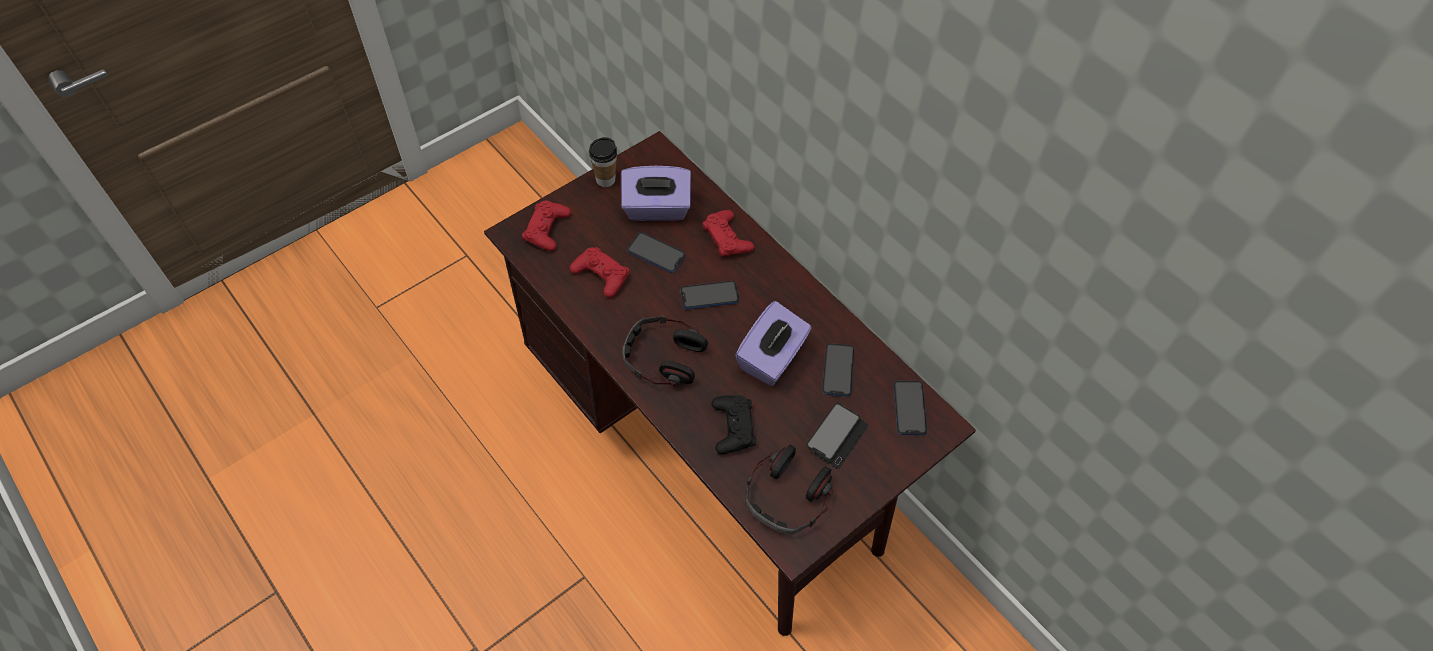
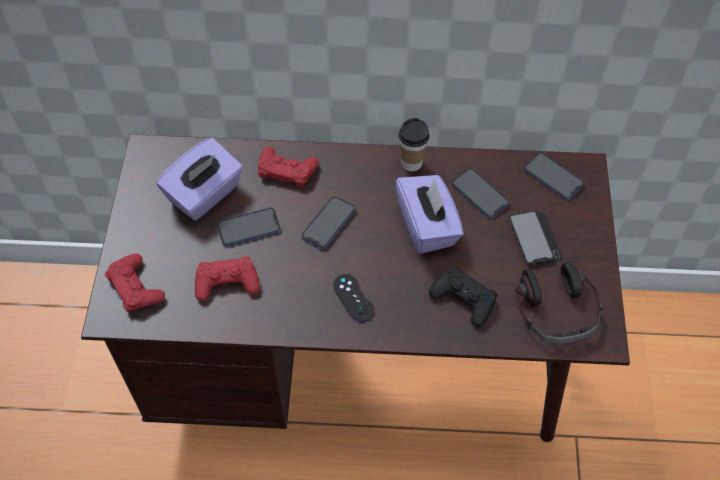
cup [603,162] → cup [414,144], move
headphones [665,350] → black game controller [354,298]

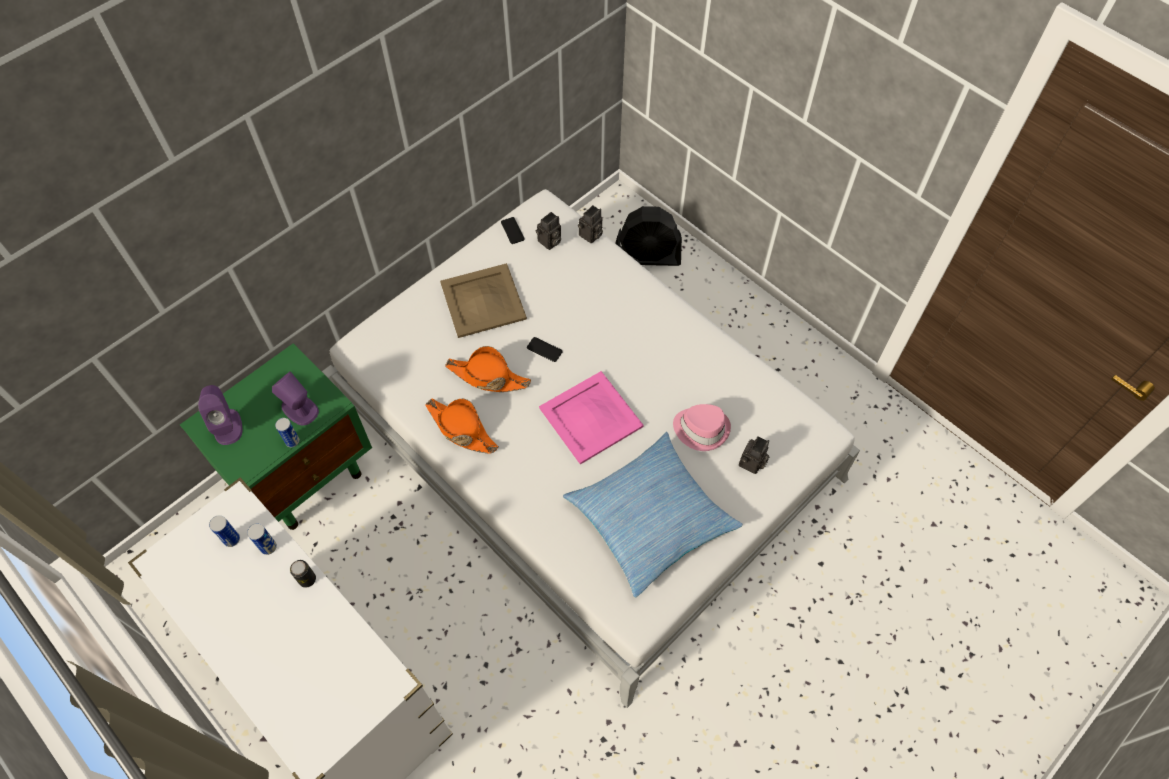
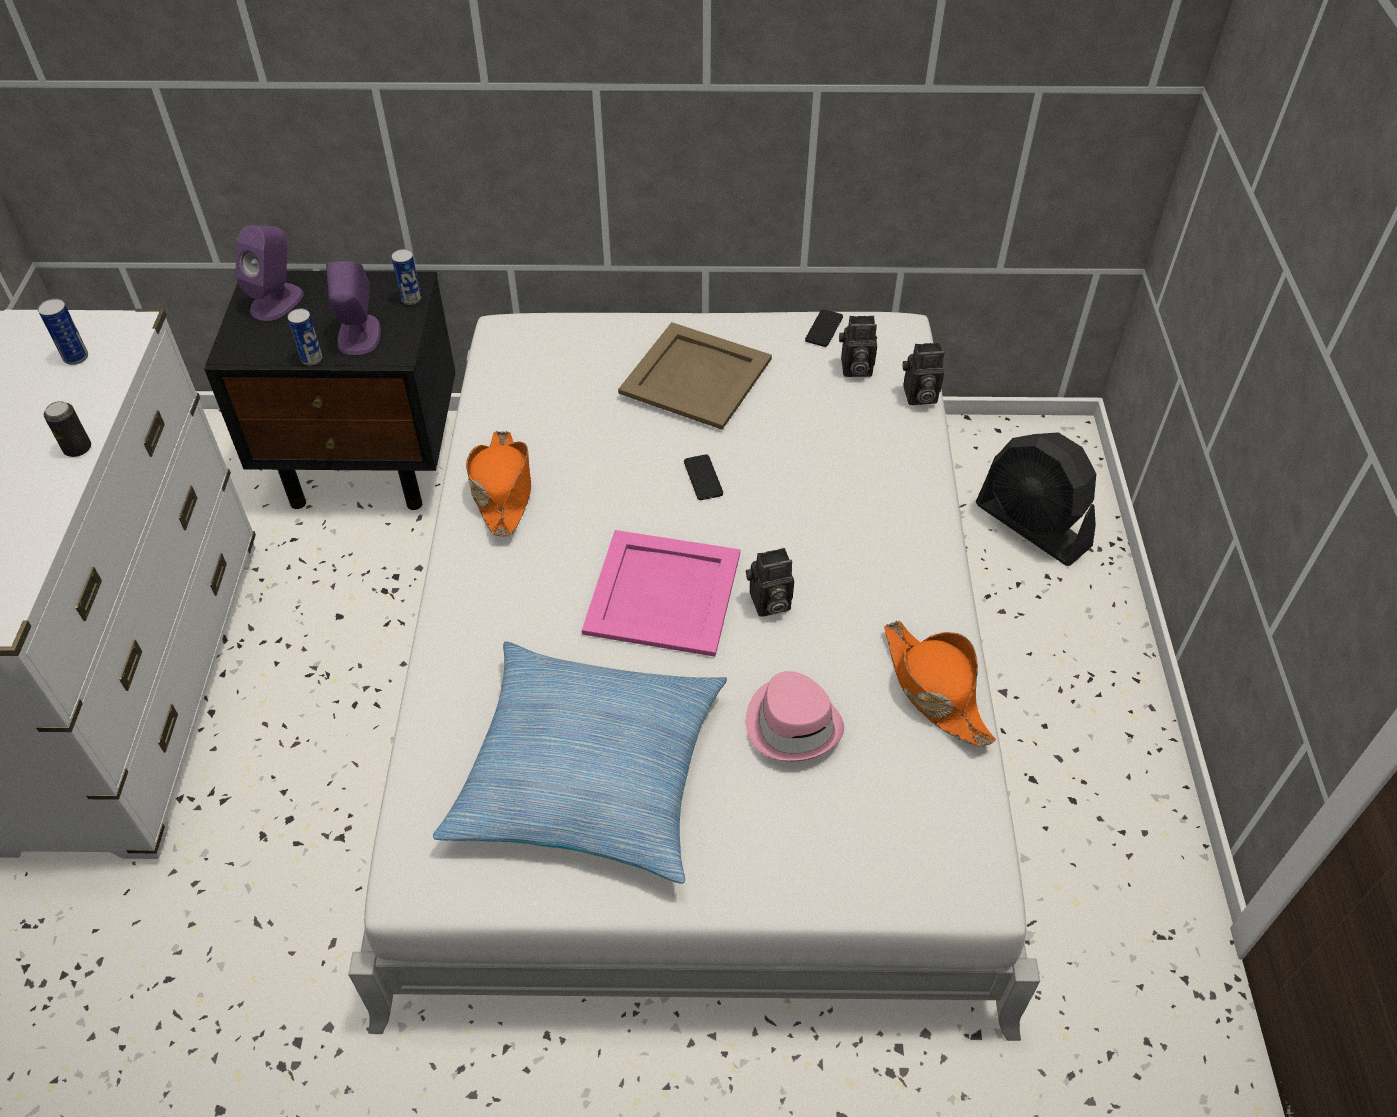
green nightstand [276,436] → black nightstand [330,390]
can [262,539] → can [406,277], move
orange hat [488,369] → orange hat [940,684], move
photo camera [754,455] → photo camera [770,582], move

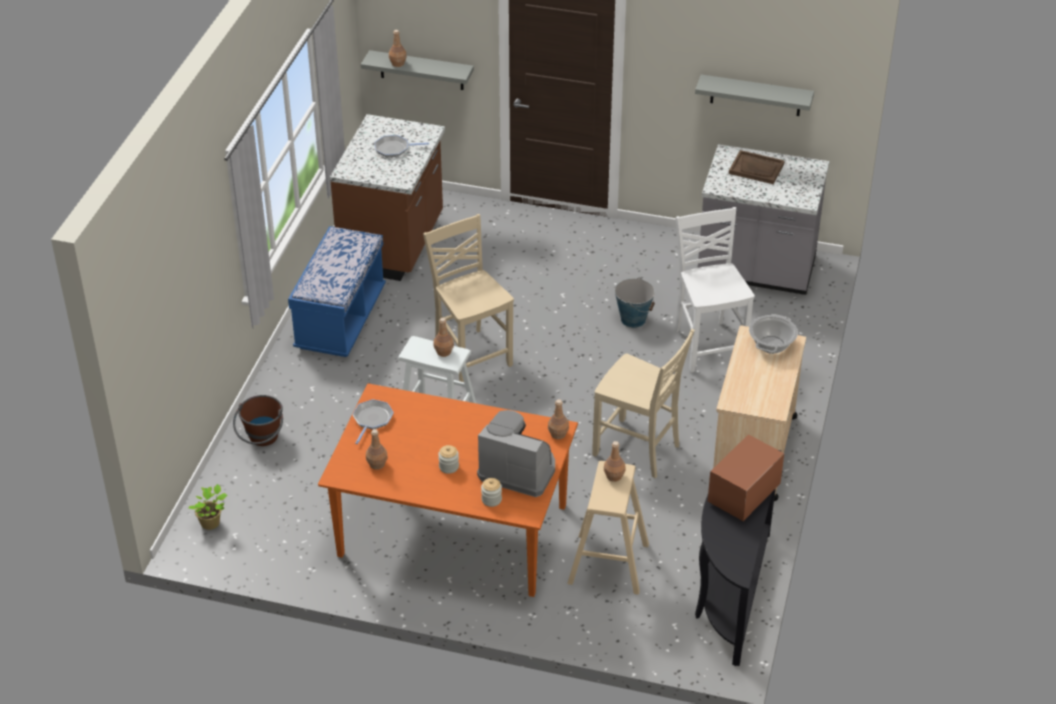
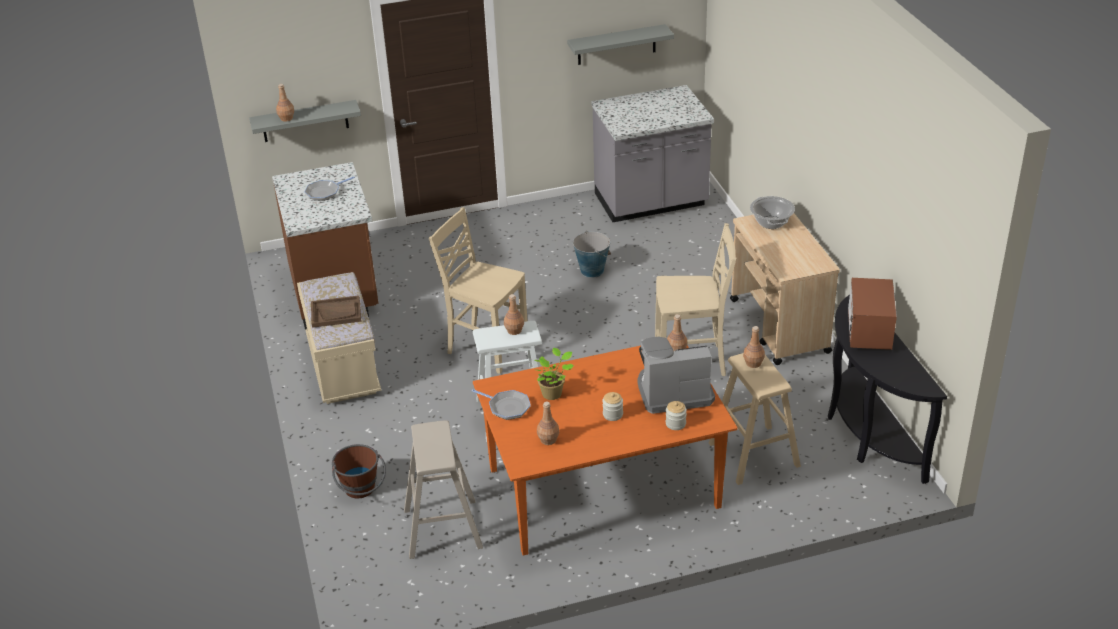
potted plant [207,507] → potted plant [554,374], move
blue bench [337,291] → beige bench [339,338]
frying pan [373,421] → frying pan [501,404], 135 degrees clockwise
white chair [715,290] → -
brown tray [757,167] → brown tray [336,311], move
- → beige stool [443,489]

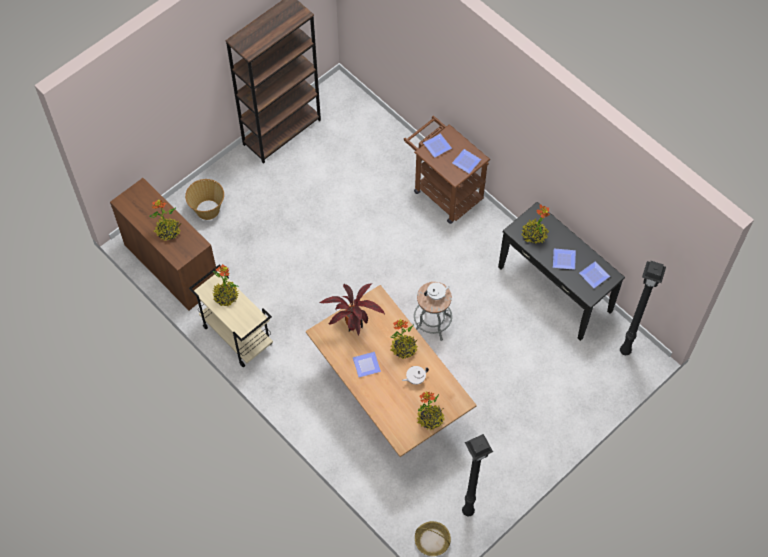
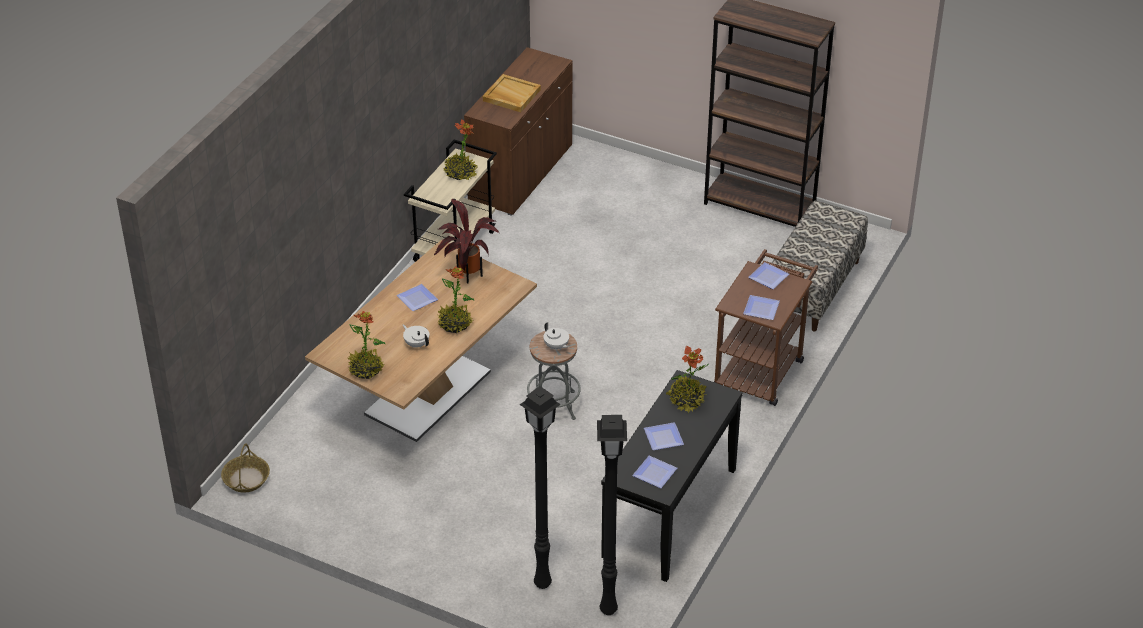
potted plant [165,220] → beige tray [512,93]
basket [204,199] → -
black floor lamp [477,475] → black floor lamp [540,487], move
- → bench [820,266]

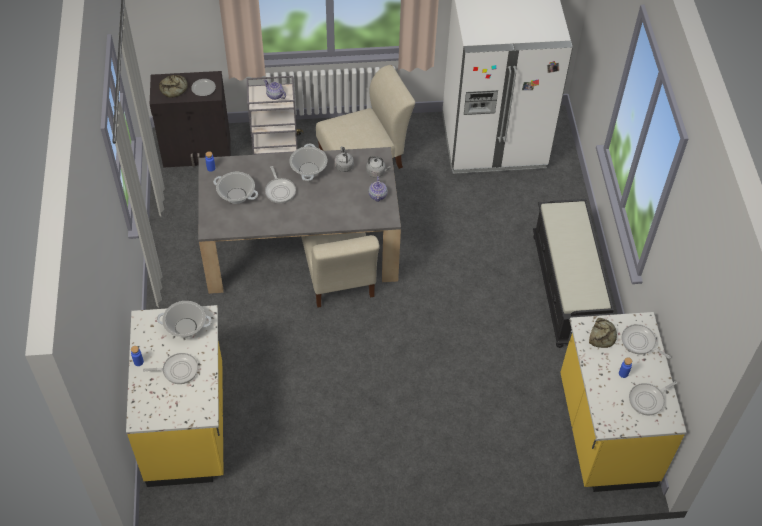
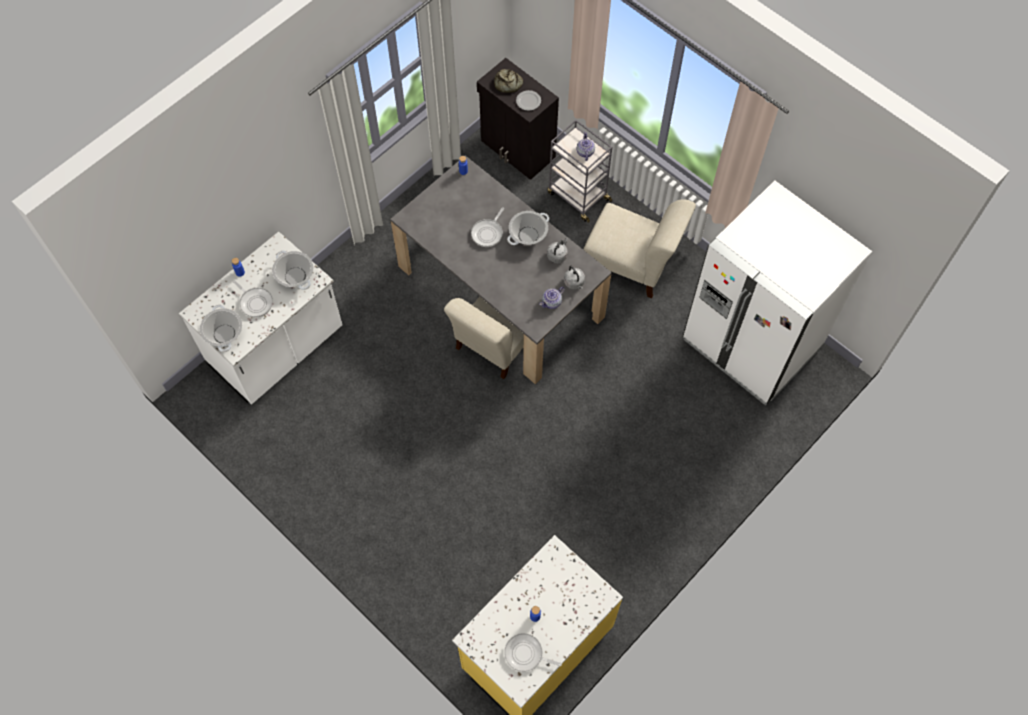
yellow counter [175,396] → white counter [260,318]
cooking pot [235,188] → cooking pot [221,328], move
black bench [573,273] → -
bread [603,333] → -
frying pan [646,341] → -

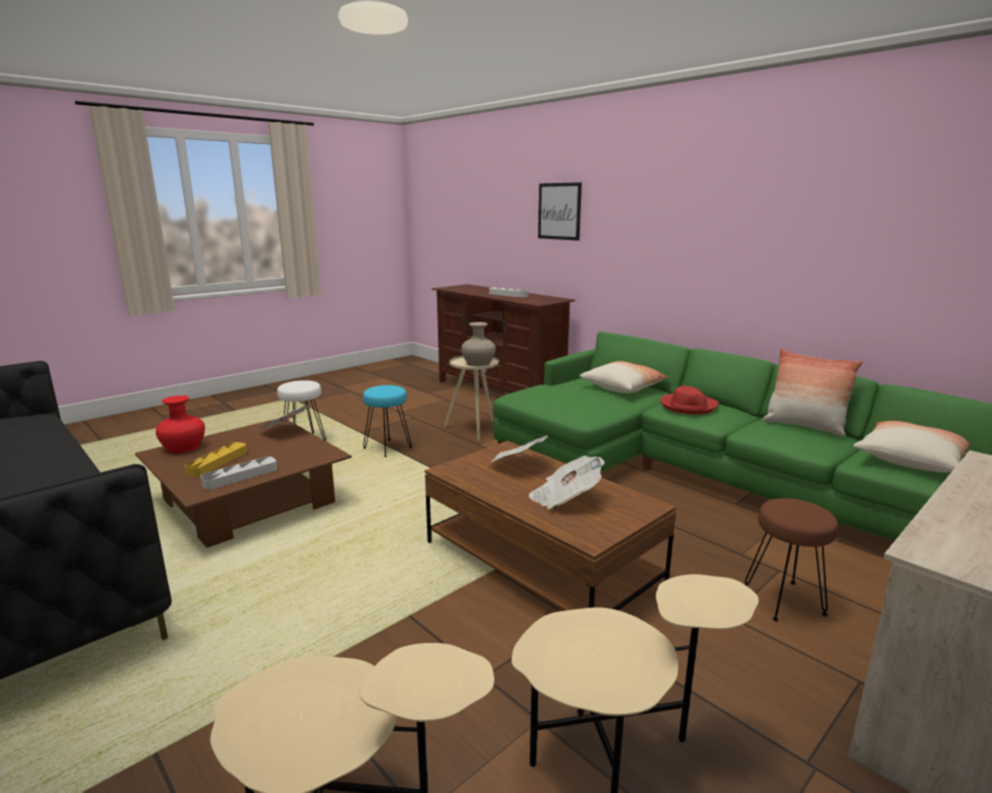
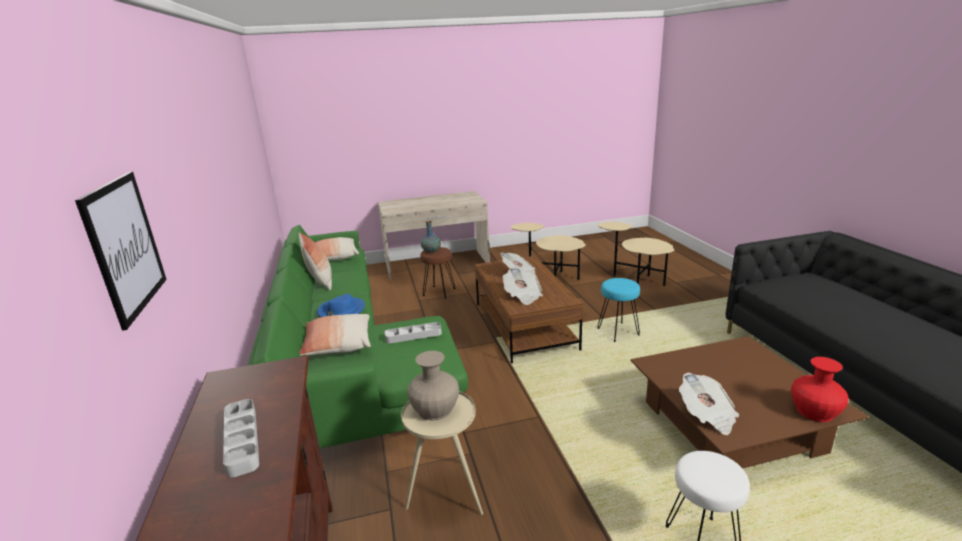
yellow tray [216,459] → -
grey tray [238,473] → grey tray [413,332], move
turquoise stool [387,421] → turquoise stool [618,310], move
red hat [689,400] → blue hat [341,305]
- → vase [431,237]

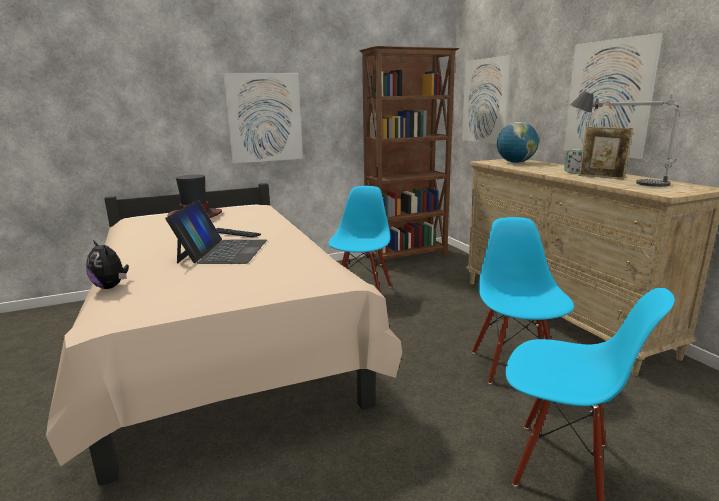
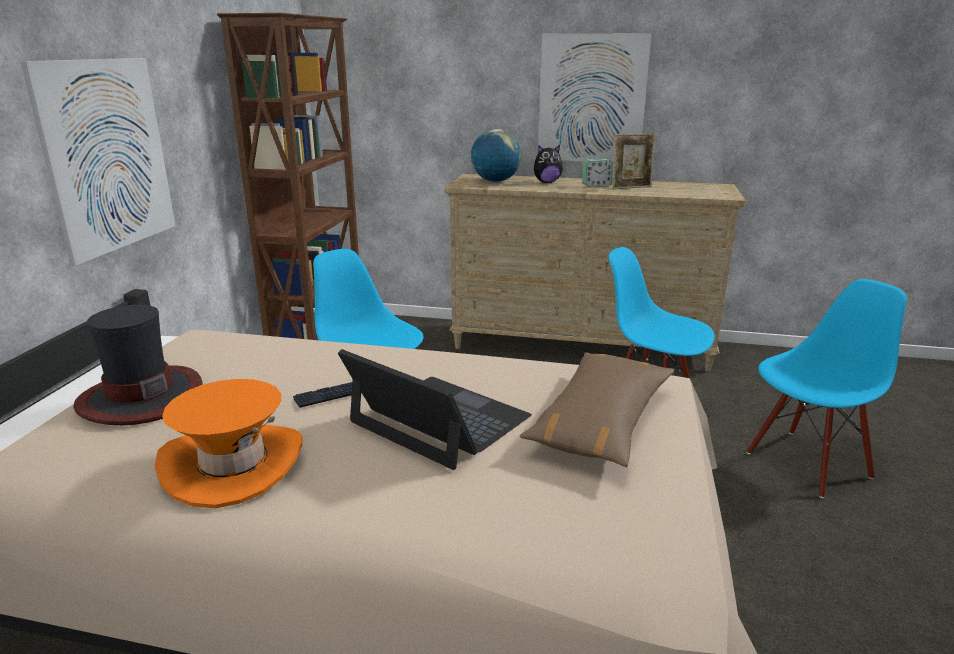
plush toy [107,264] → plush toy [548,164], move
picture [487,99] → -
table lamp [625,139] → -
- → orange hat [228,443]
- → brown pillow [597,410]

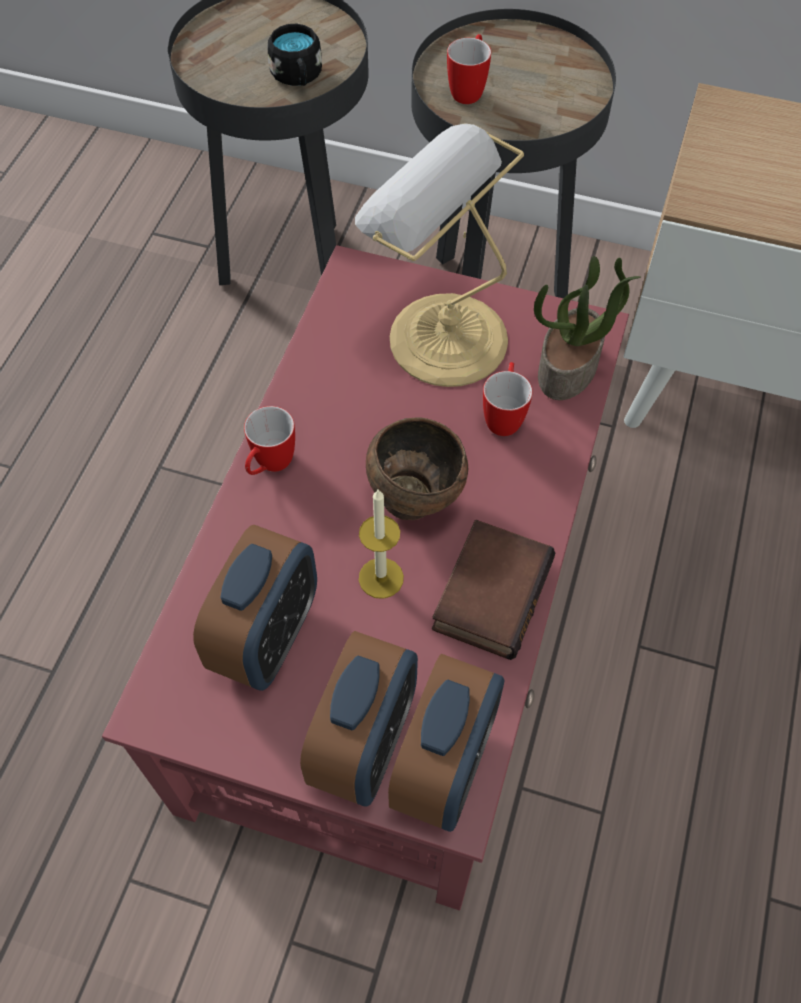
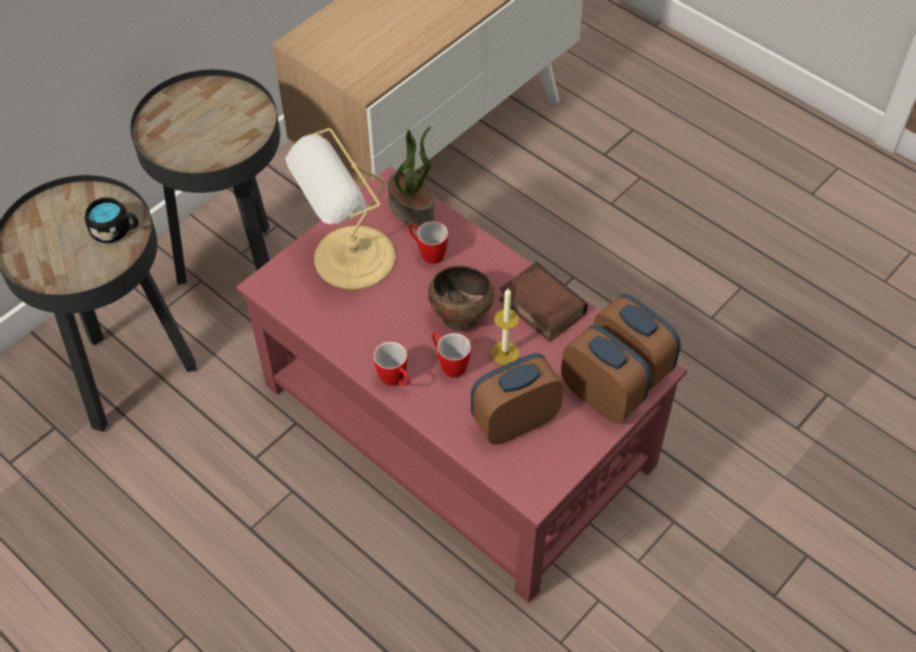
alarm clock [255,608] → alarm clock [517,399], 75 degrees counterclockwise
mug [469,69] → mug [451,355], move

